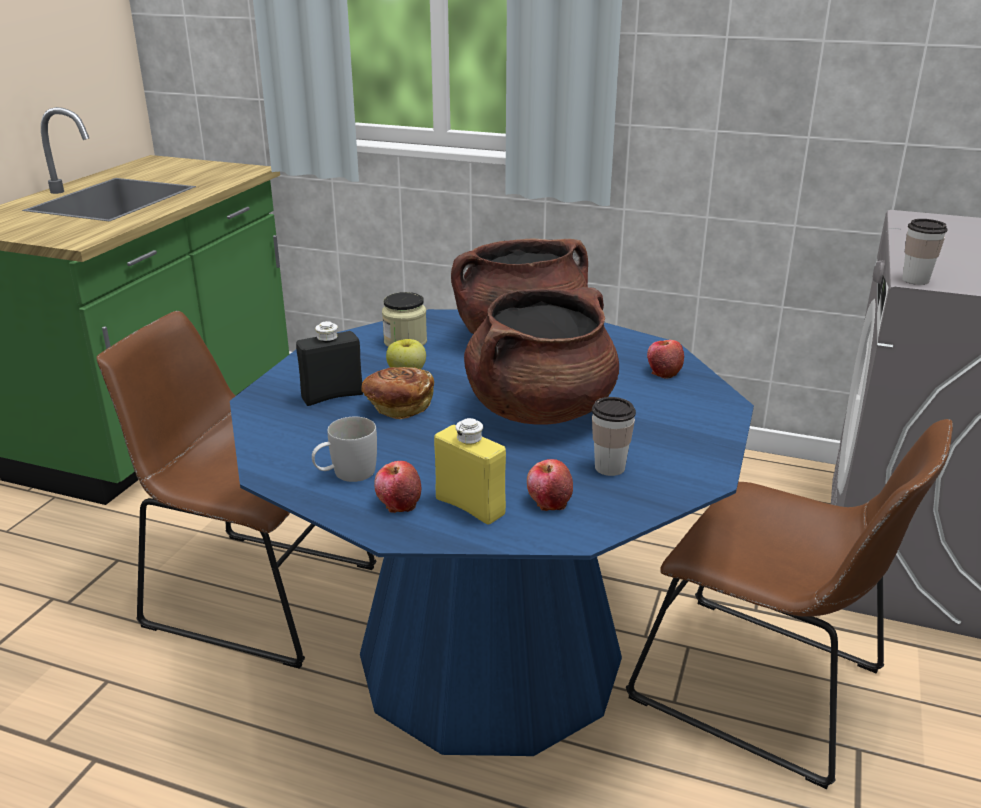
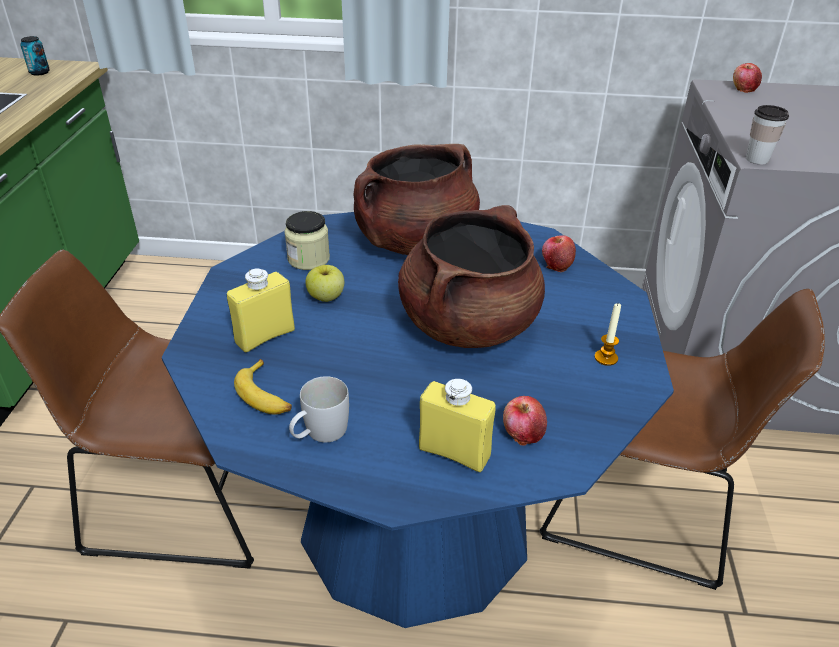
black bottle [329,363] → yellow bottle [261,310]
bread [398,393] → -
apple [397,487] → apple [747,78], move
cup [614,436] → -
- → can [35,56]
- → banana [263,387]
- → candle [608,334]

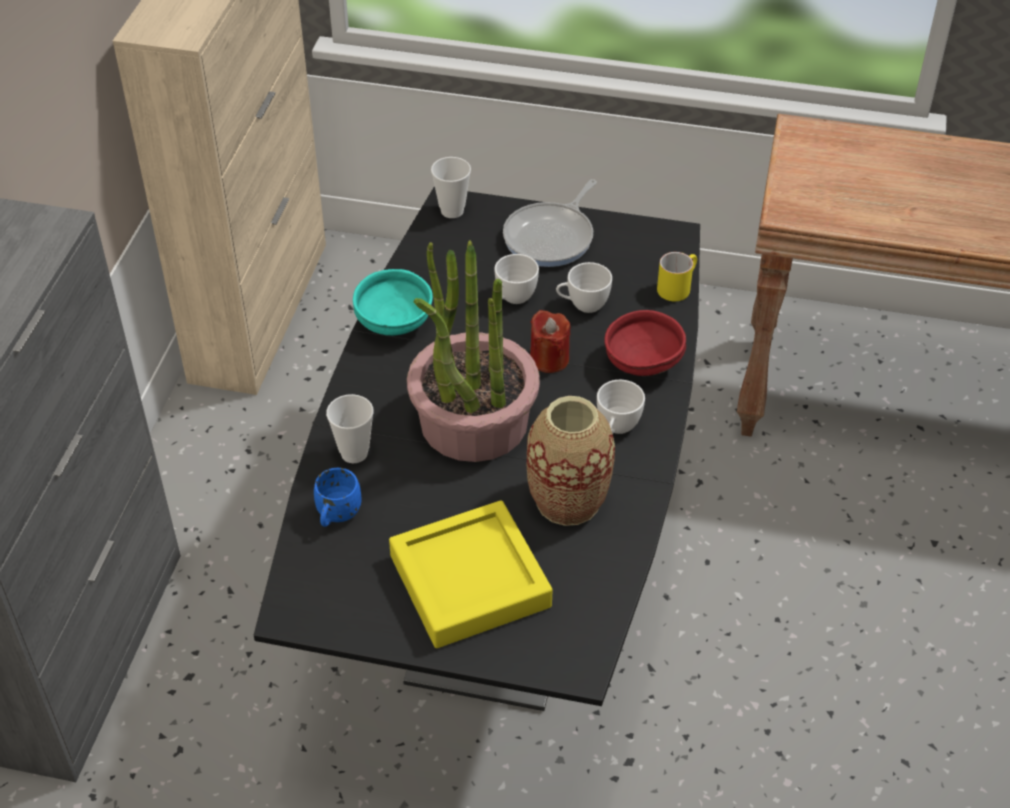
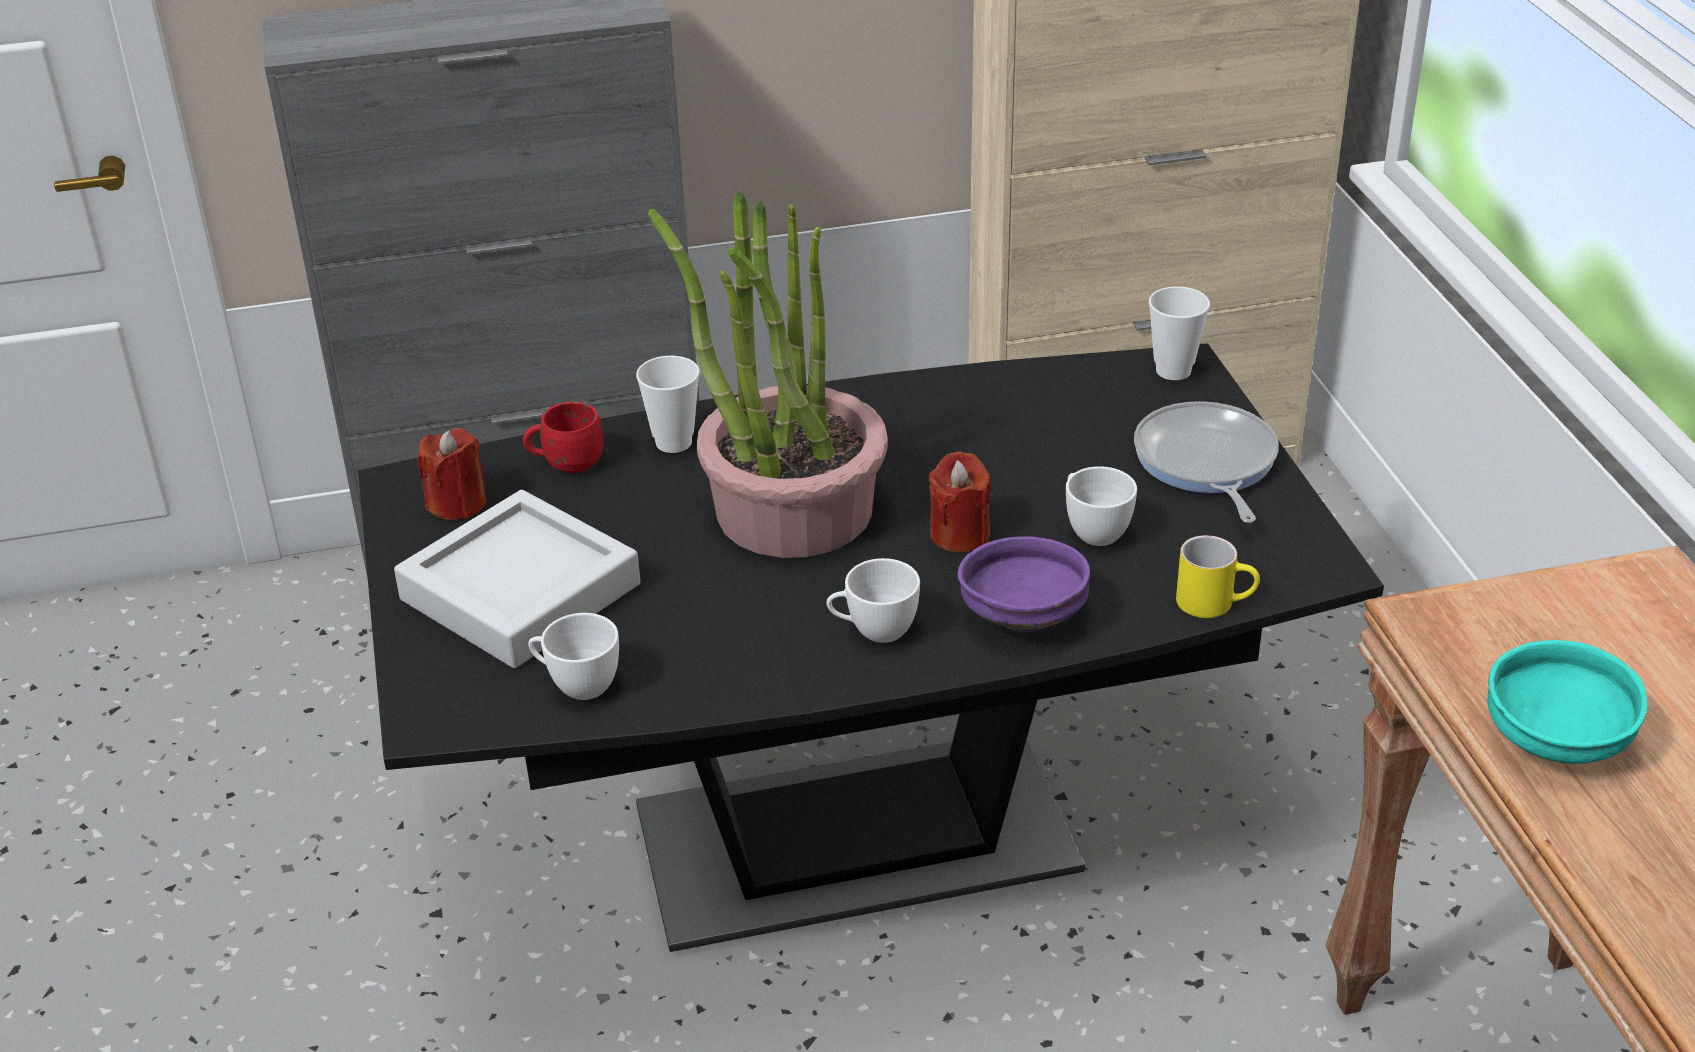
blue mug [337,497] → red mug [563,437]
turquoise bowl [393,302] → turquoise bowl [1567,702], move
yellow tray [471,574] → grey tray [517,579]
white cup [516,279] → white cup [573,656], move
frying pan [550,223] → frying pan [1206,462], 75 degrees clockwise
vase [571,461] → -
red bowl [645,343] → purple bowl [1023,584]
- → red candle [452,474]

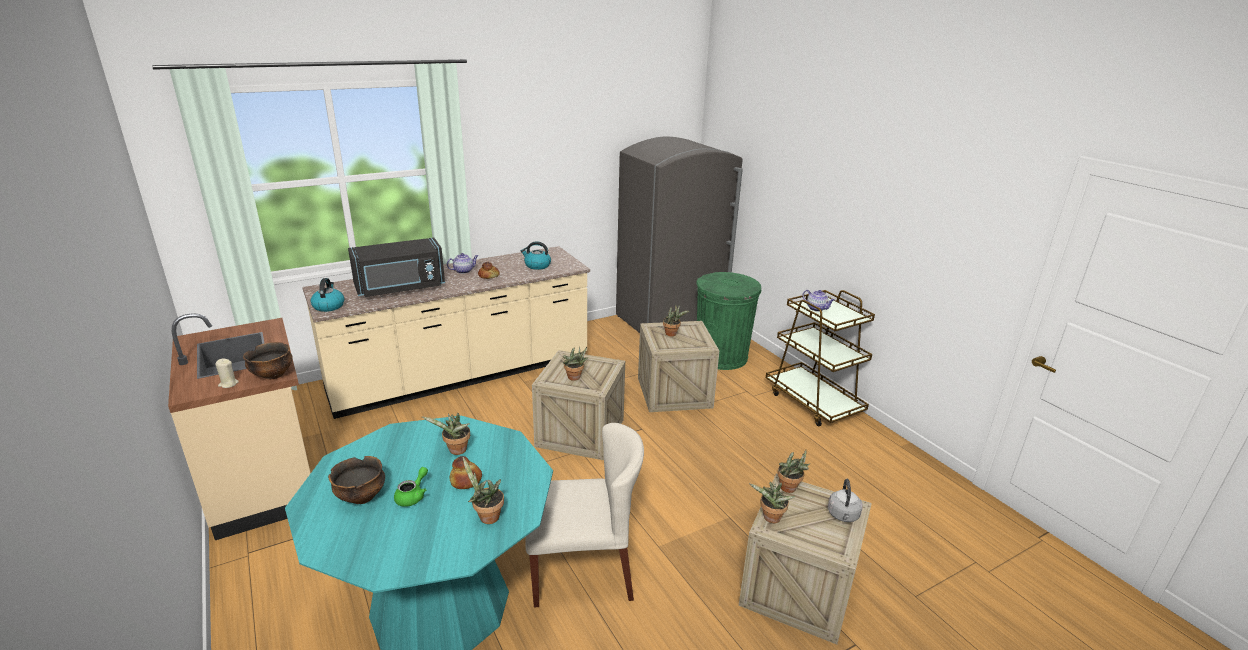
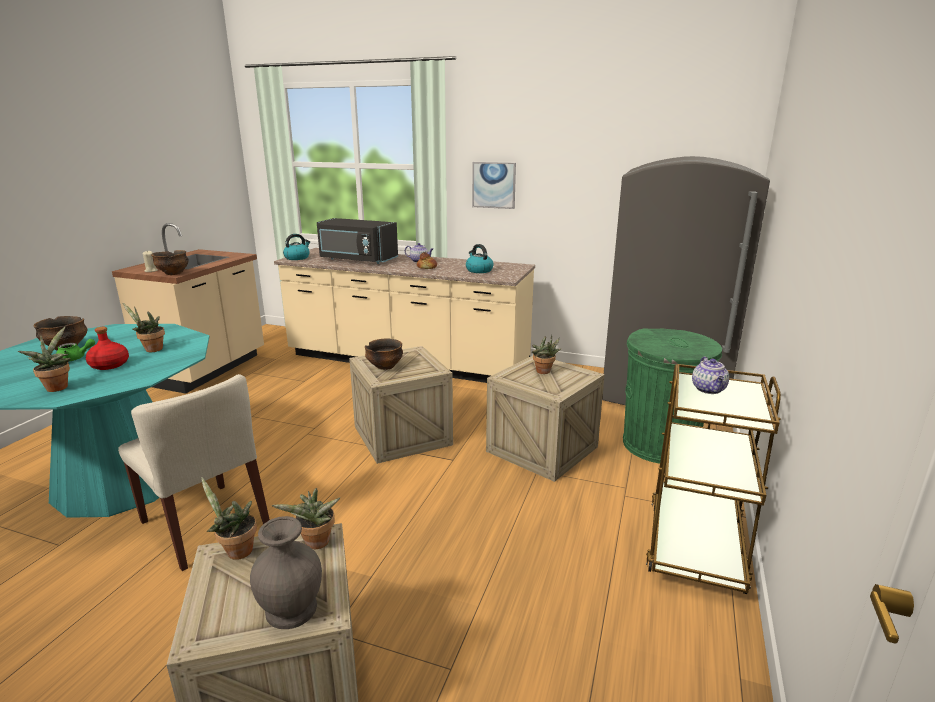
bread [466,472] → red bottle [107,348]
potted plant [576,364] → bowl [384,354]
grey kettle [845,500] → grey vase [286,572]
- → picture [494,185]

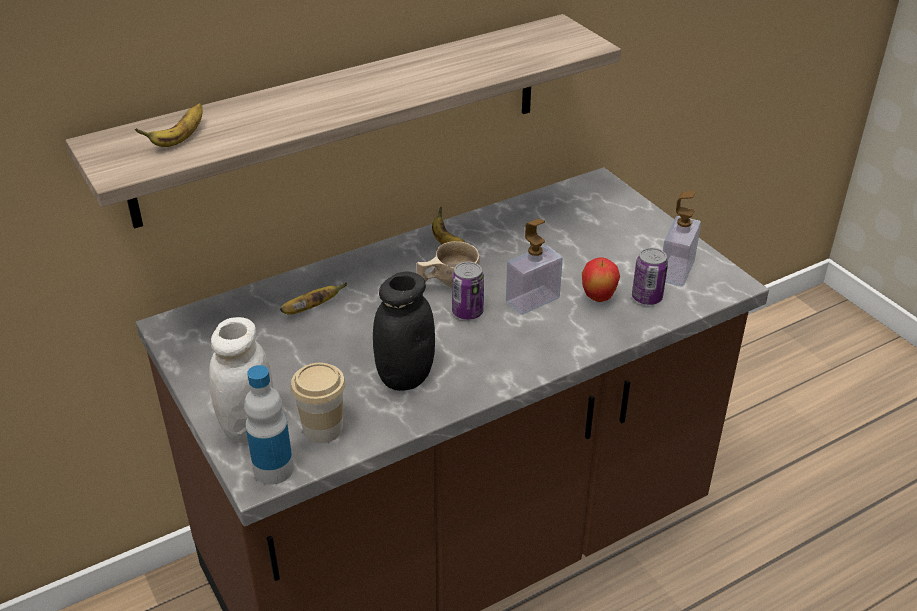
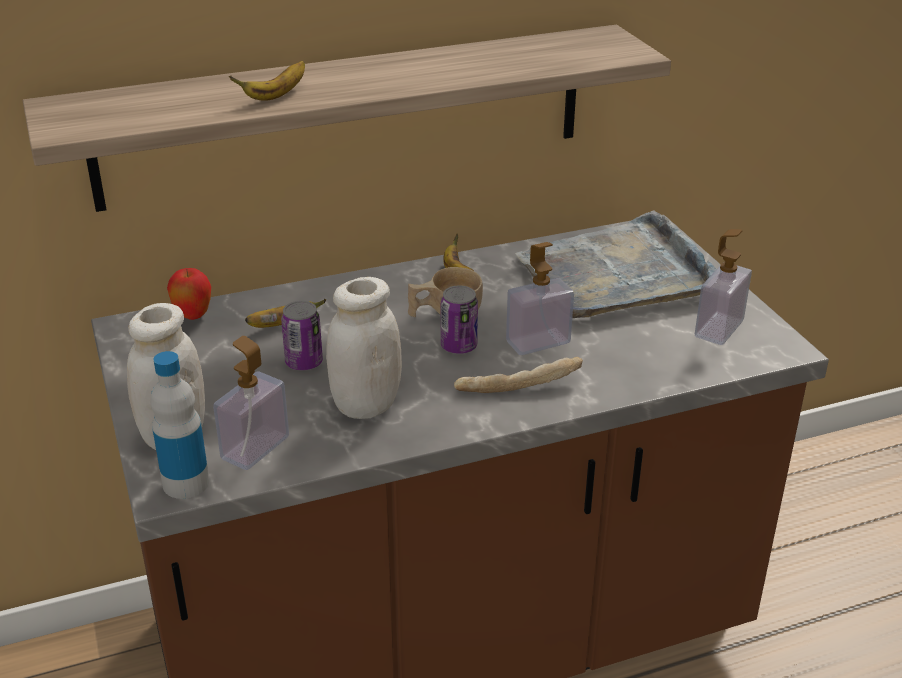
banana [169,125] → banana [267,81], move
cup [318,403] → soap dispenser [251,403]
black jar [404,331] → white jar [364,348]
apple [601,279] → apple [189,294], move
can [650,276] → can [302,336], move
- → bread [518,375]
- → grey tray [616,264]

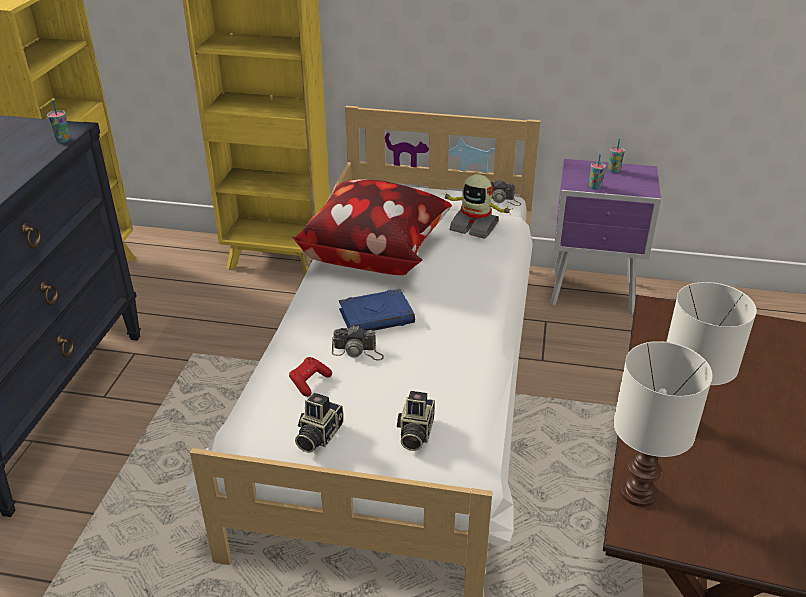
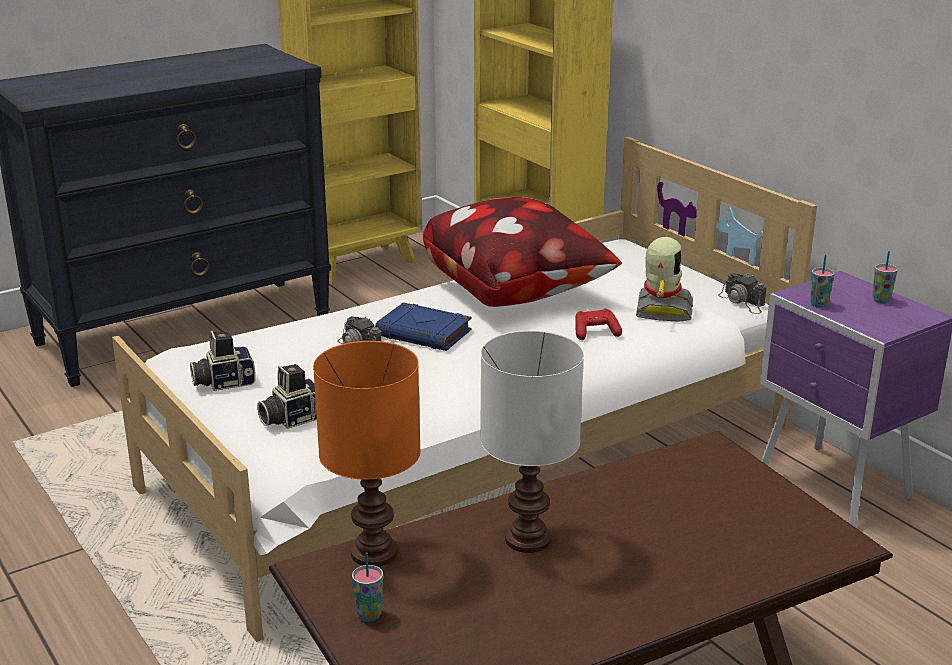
cup [58,121] → cup [367,587], move
red game controller [310,377] → red game controller [598,324], move
toy robot [478,206] → toy robot [664,279], 150 degrees counterclockwise
white table lamp [663,424] → orange table lamp [367,454]

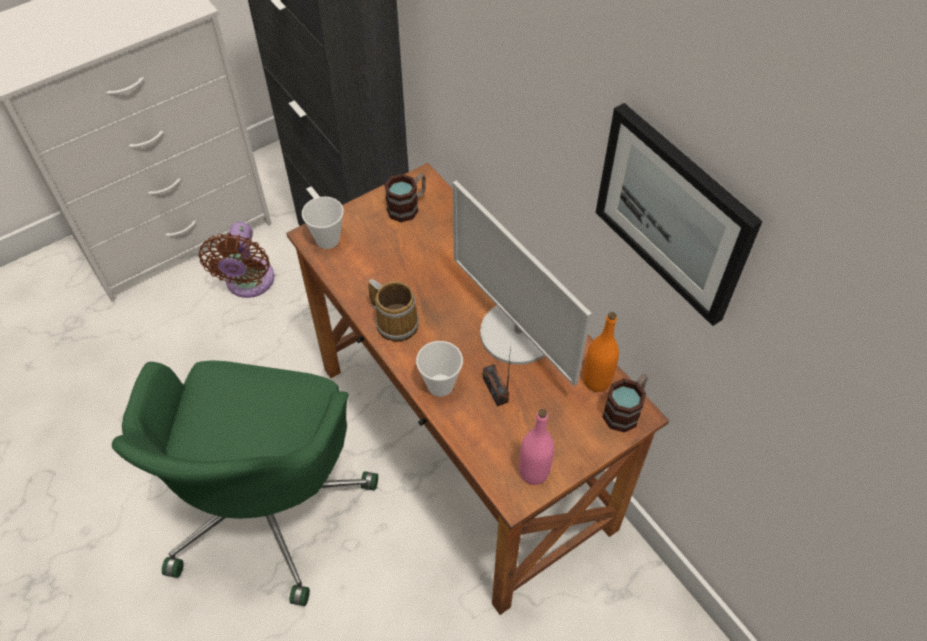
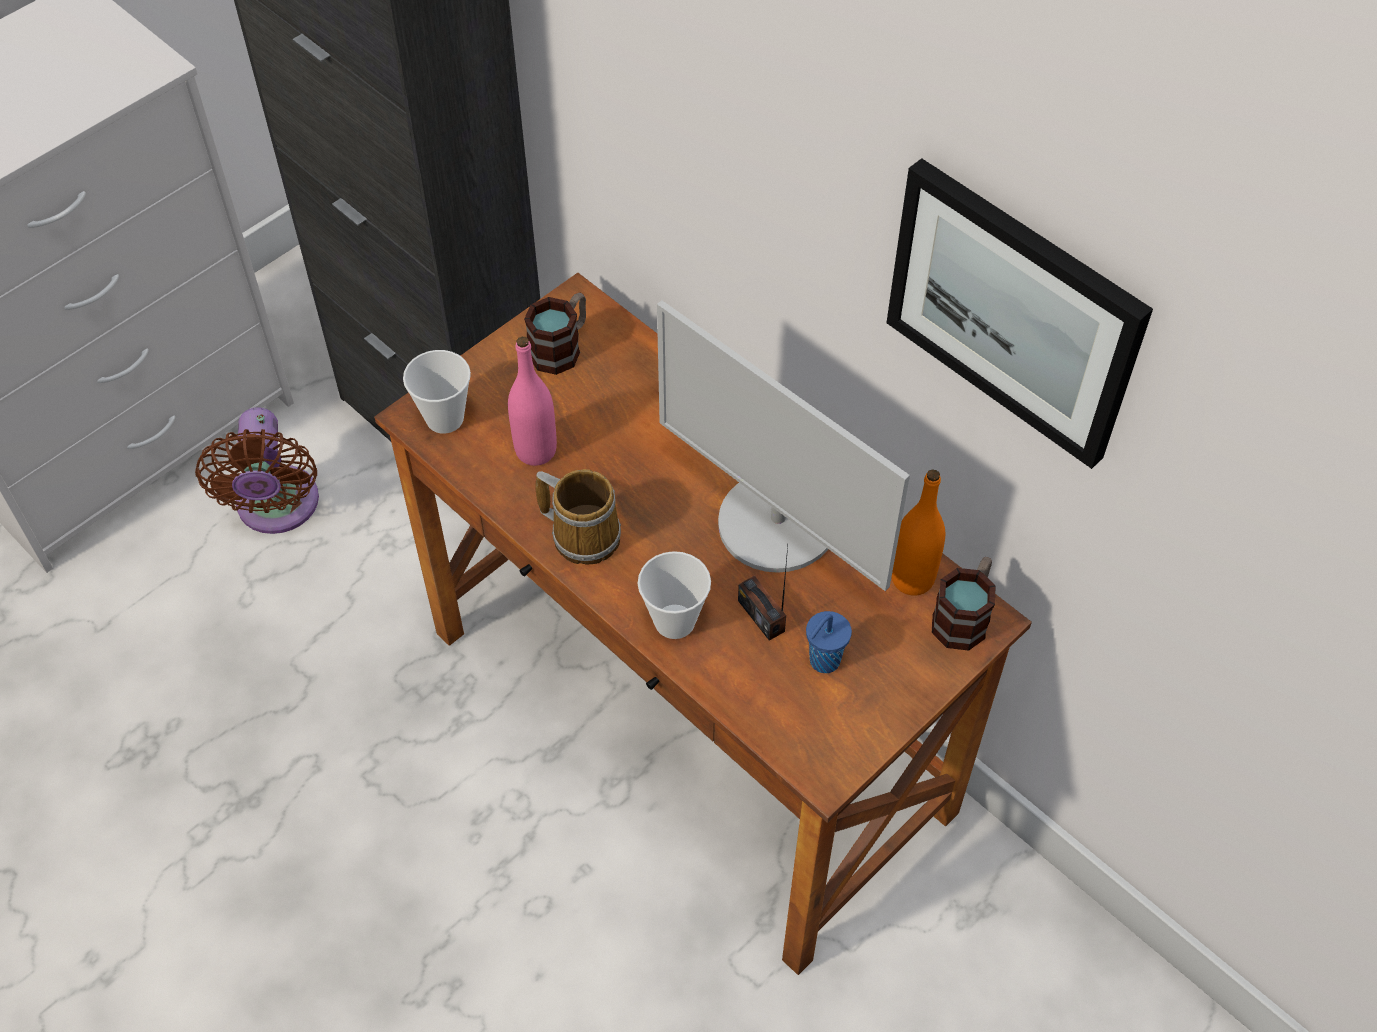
green office chair [245,483] → -
pink bottle [536,447] → pink bottle [532,401], move
- → blue cup [829,642]

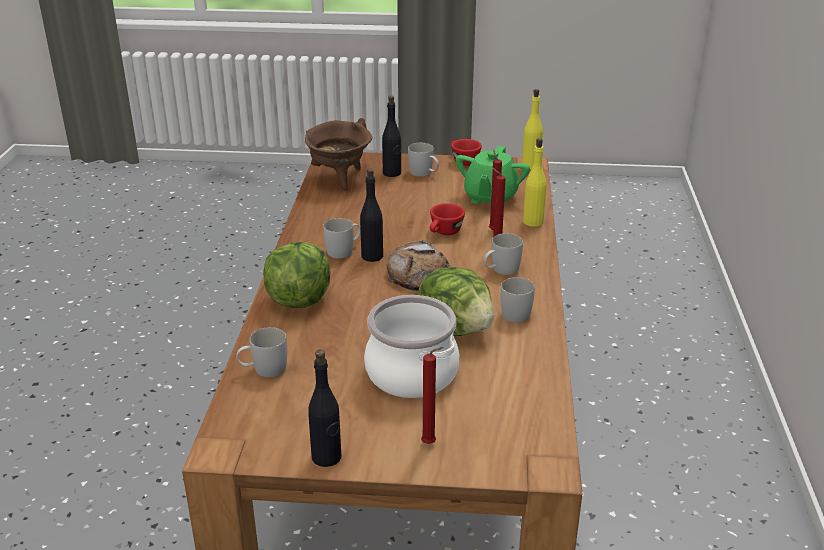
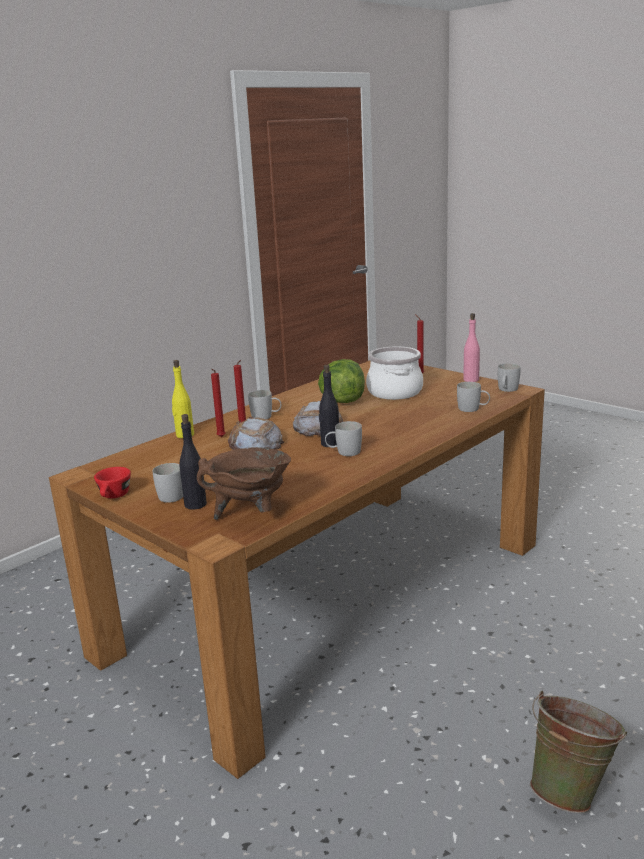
lettuce [296,275] → -
black bottle [325,408] → pink bottle [471,347]
red cup [447,219] → bread [256,433]
green teapot [493,176] → -
white mug [518,300] → white mug [509,377], move
yellow bottle [532,129] → -
- → green bucket [578,752]

